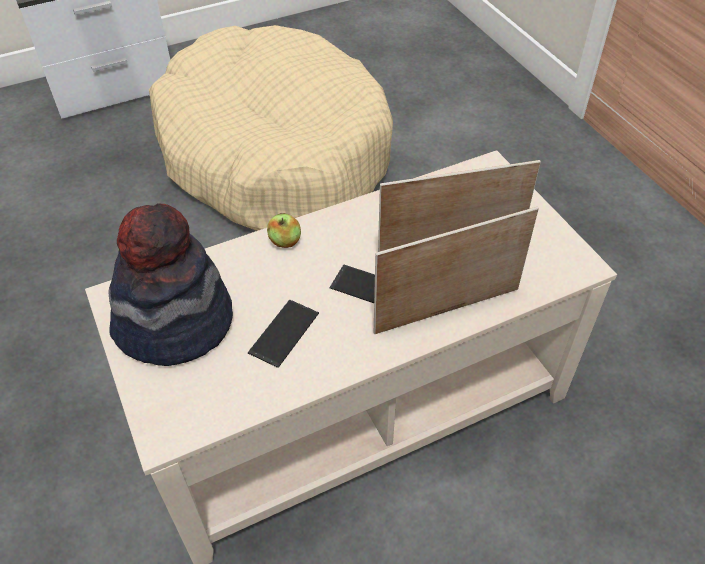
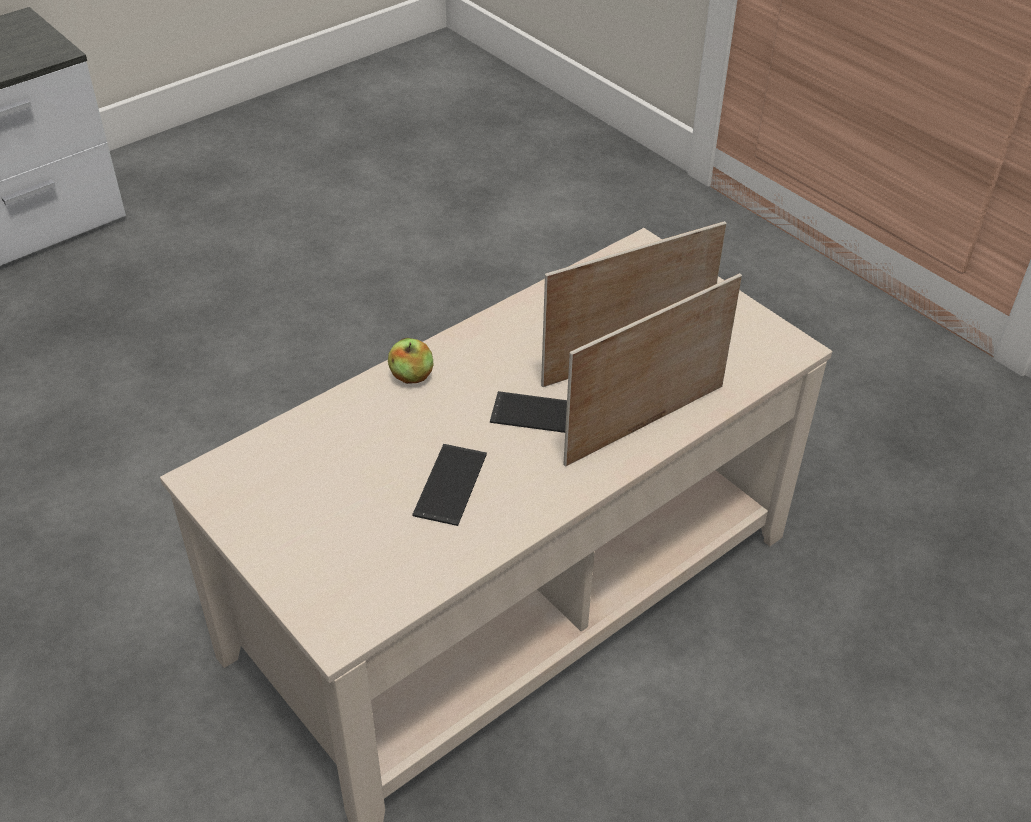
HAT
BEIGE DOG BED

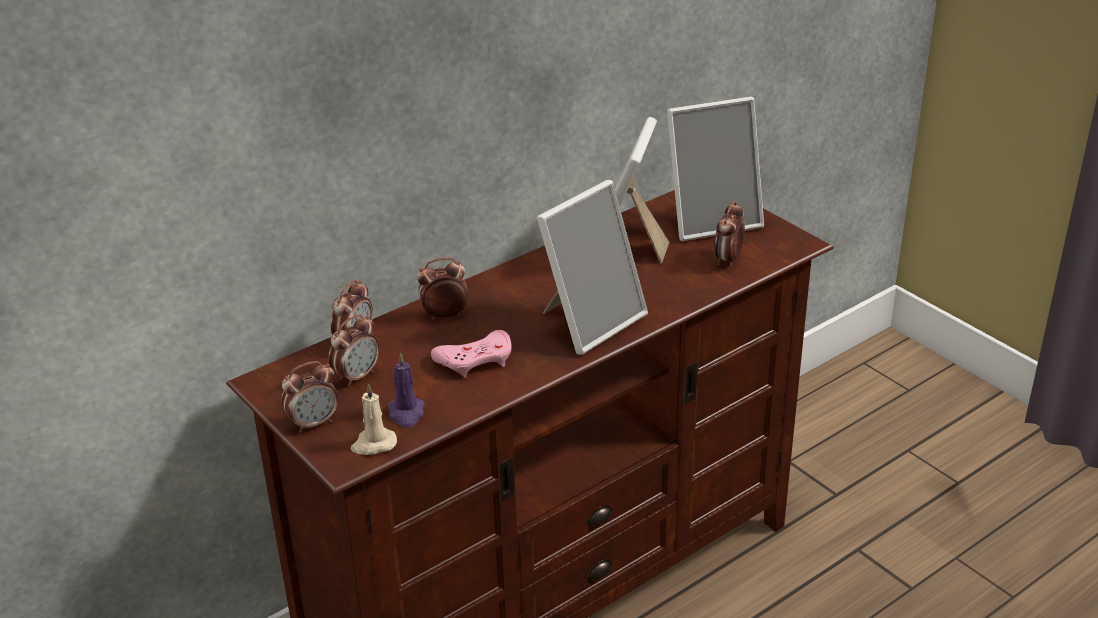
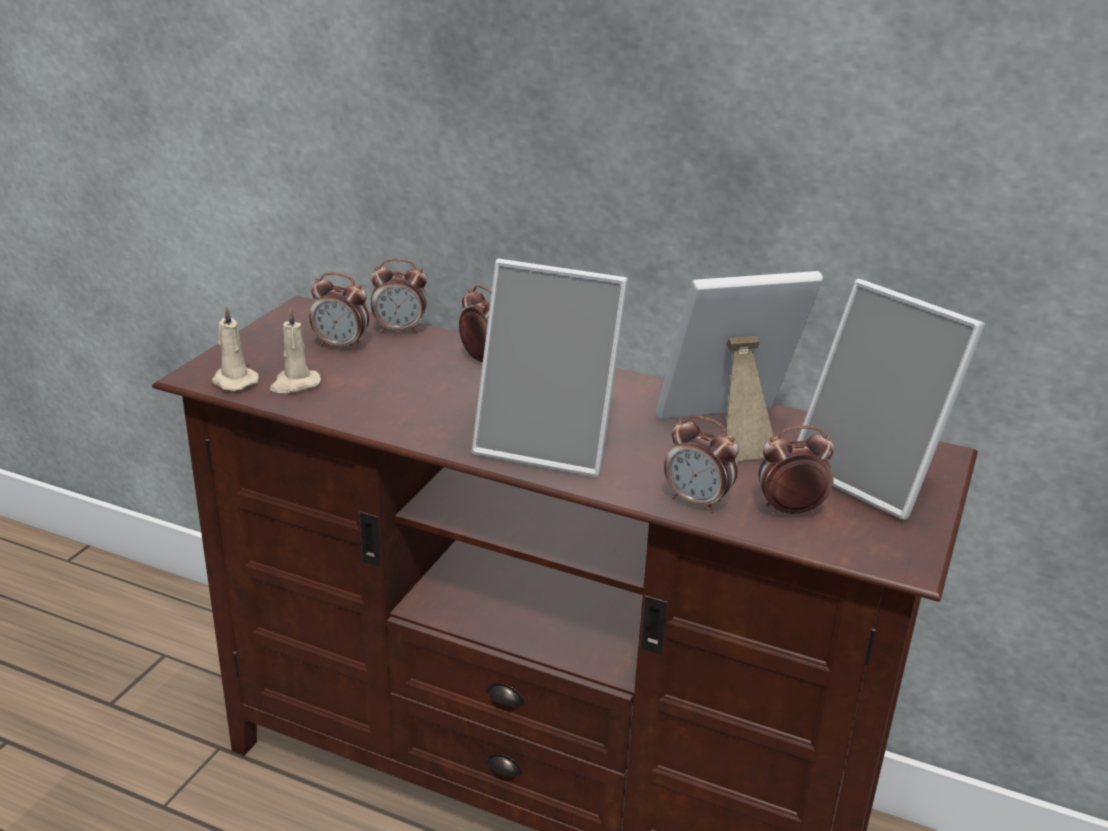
PINK GAME CONTROLLER
ALARM CLOCK (no. 4 from left)
BEIGE CANDLE (no. 2 from left)

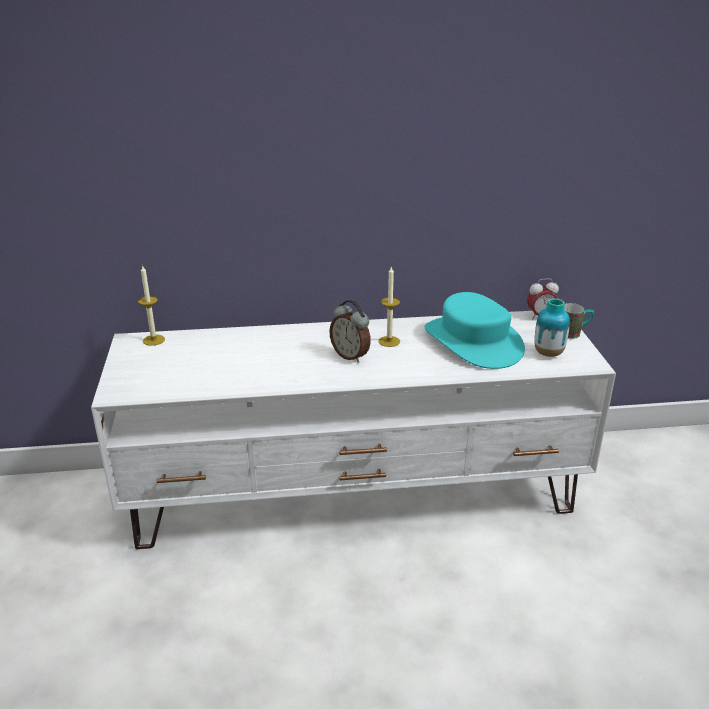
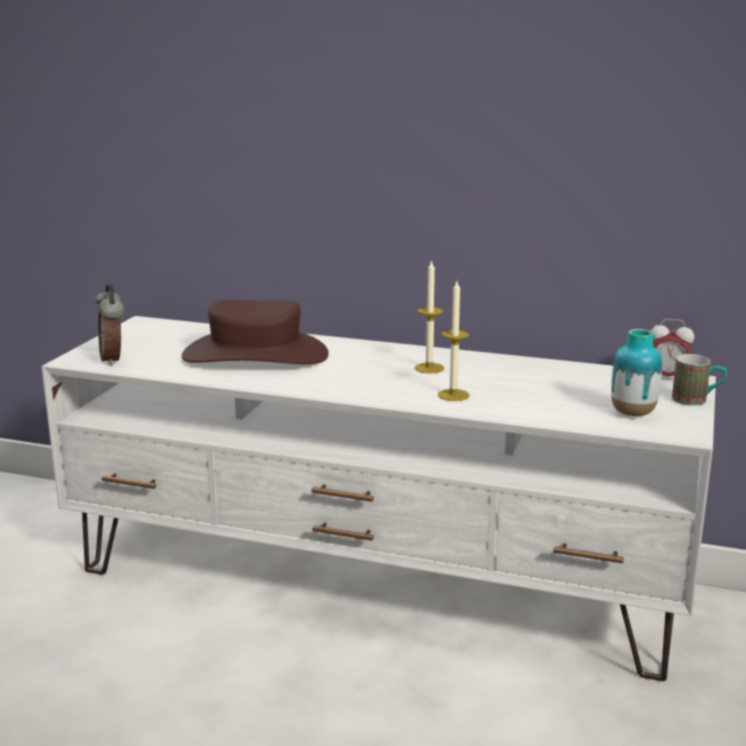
TURQUOISE HAT
BROWN HAT
CANDLE (no. 2 from left)
ALARM CLOCK (no. 1 from left)

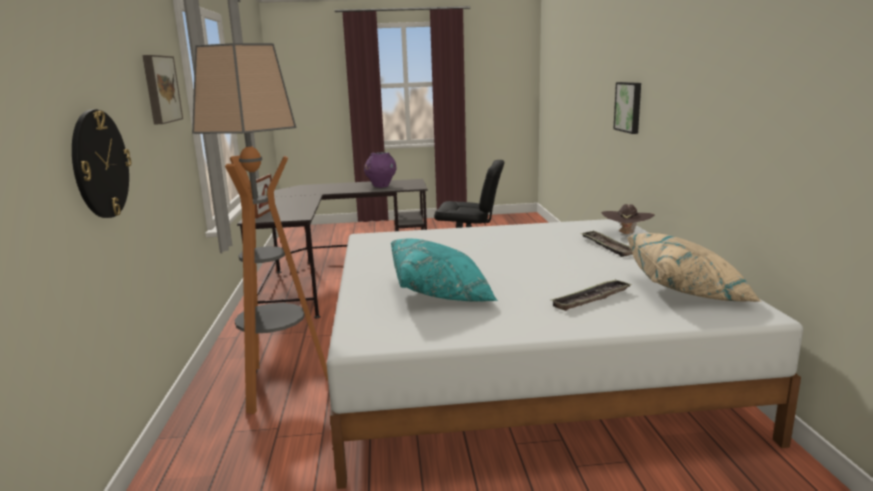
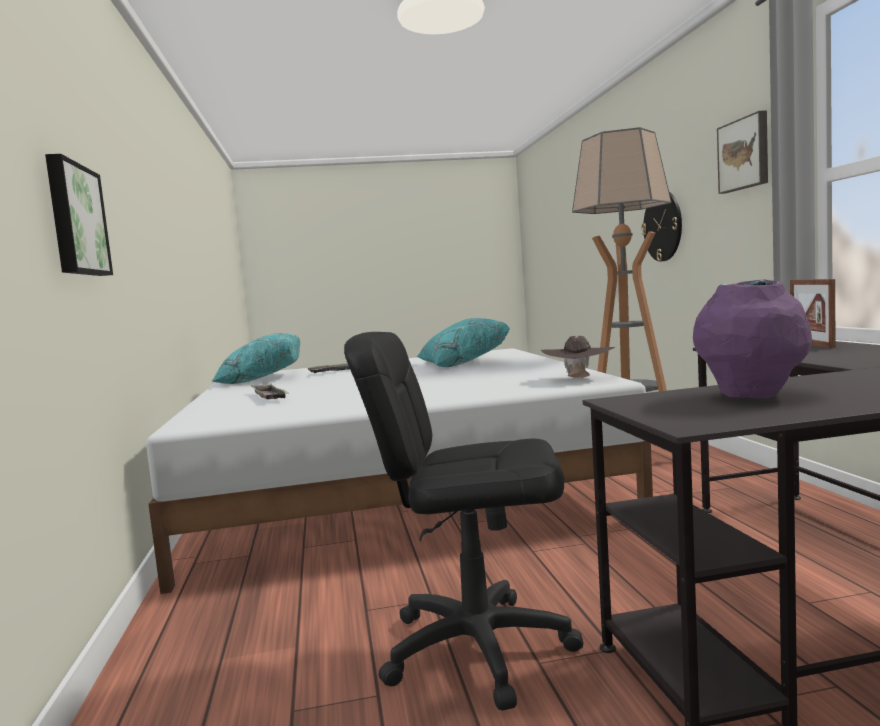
BROWN HAT
TURQUOISE PILLOW (no. 1 from left)

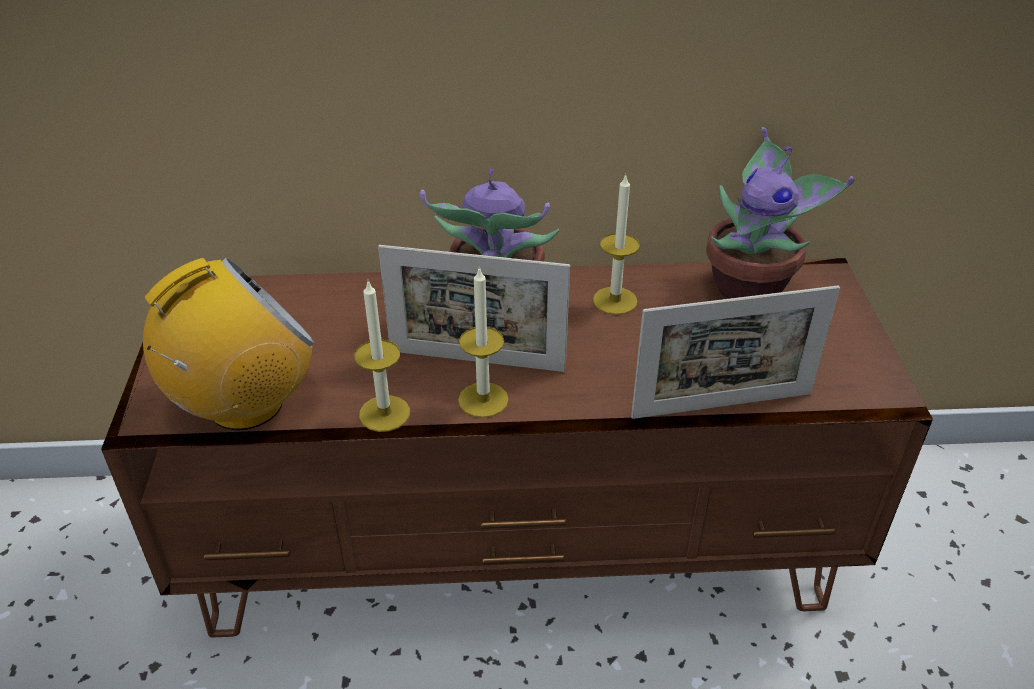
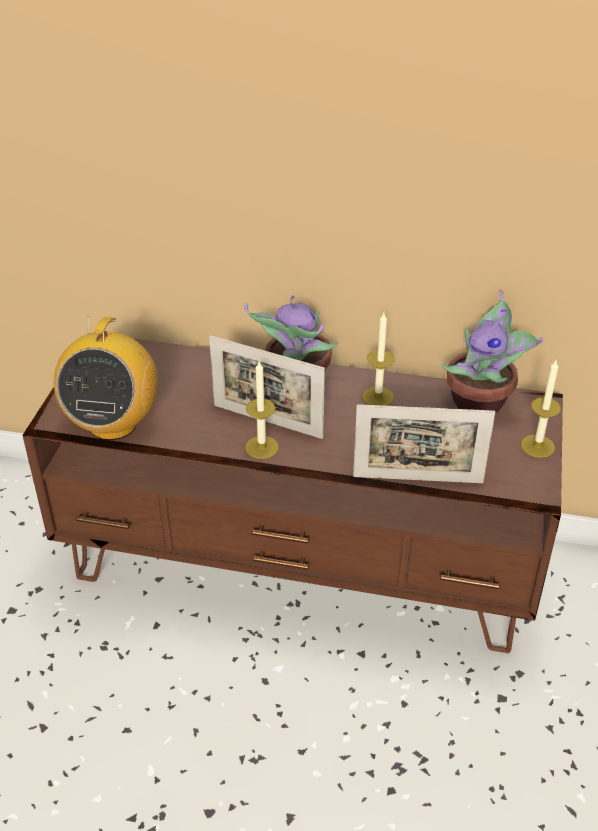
CANDLE (no. 3 from left)
RADIO

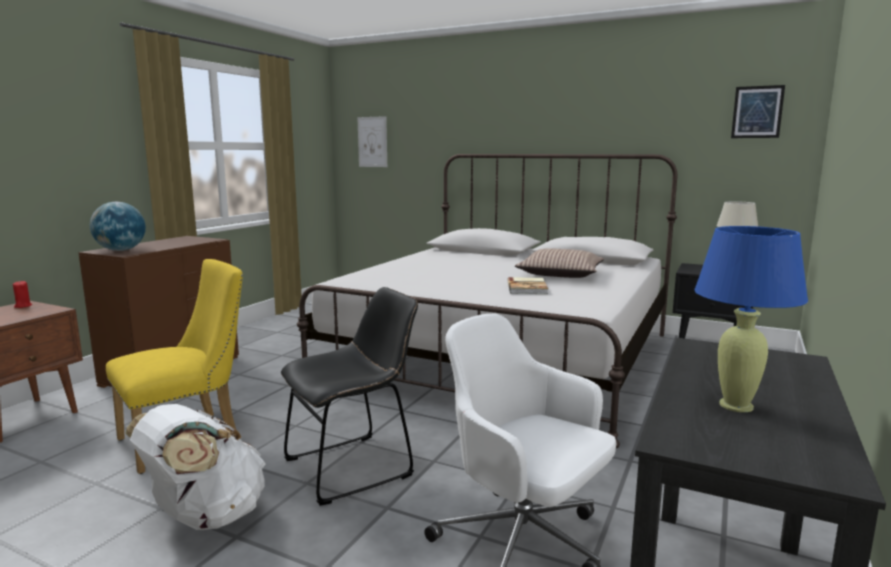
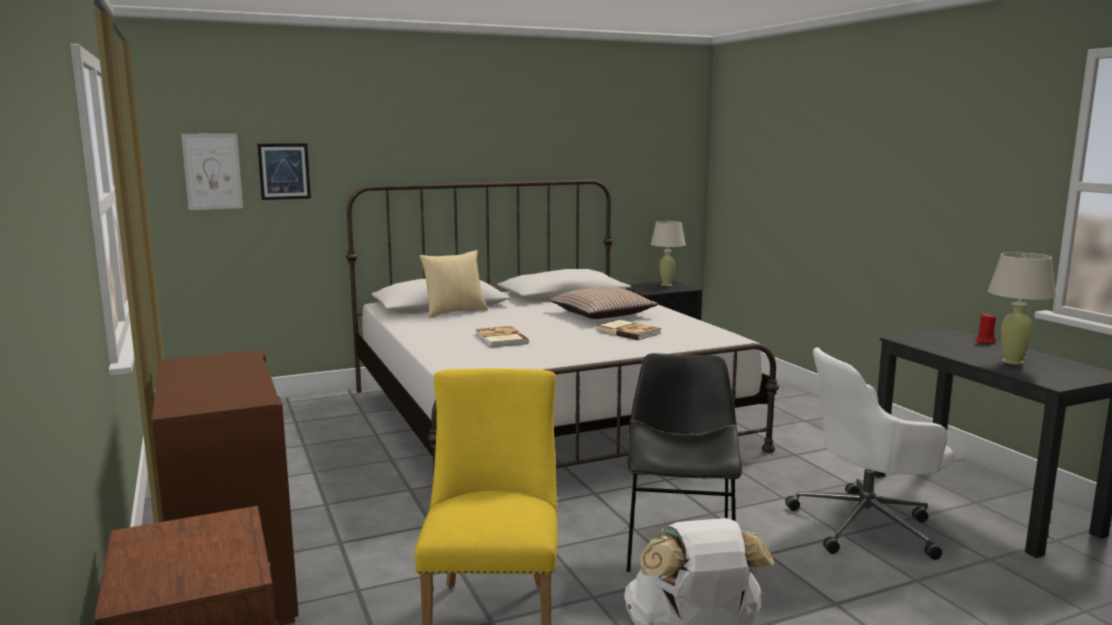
GLOBE
PILLOW (no. 1 from left)
BOOK (no. 1 from left)
RED CANDLE
PICTURE (no. 2 from left)
BEIGE TABLE LAMP (no. 2 from left)

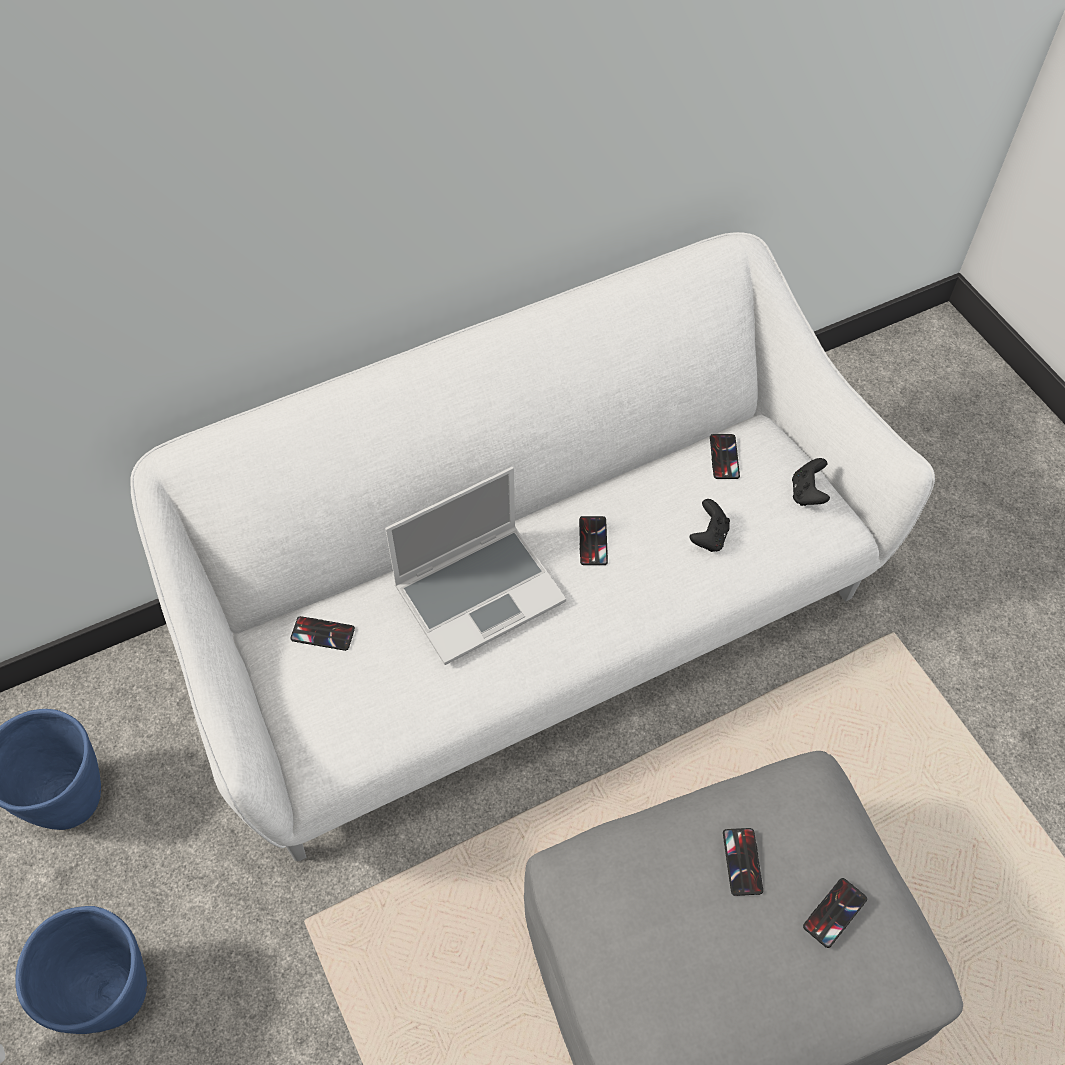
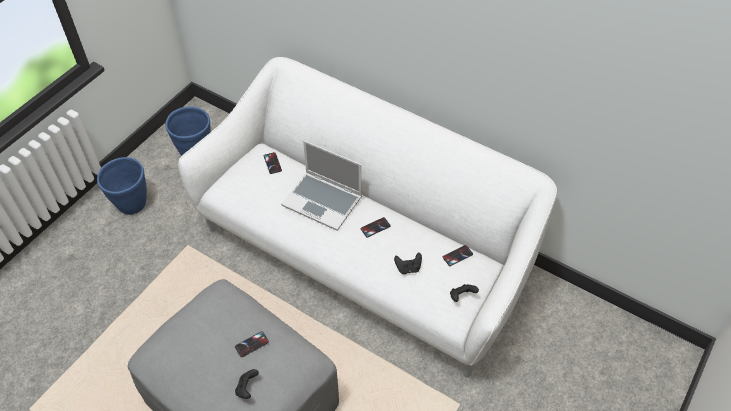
BLACK GAME CONTROLLER (no. 1 from left)

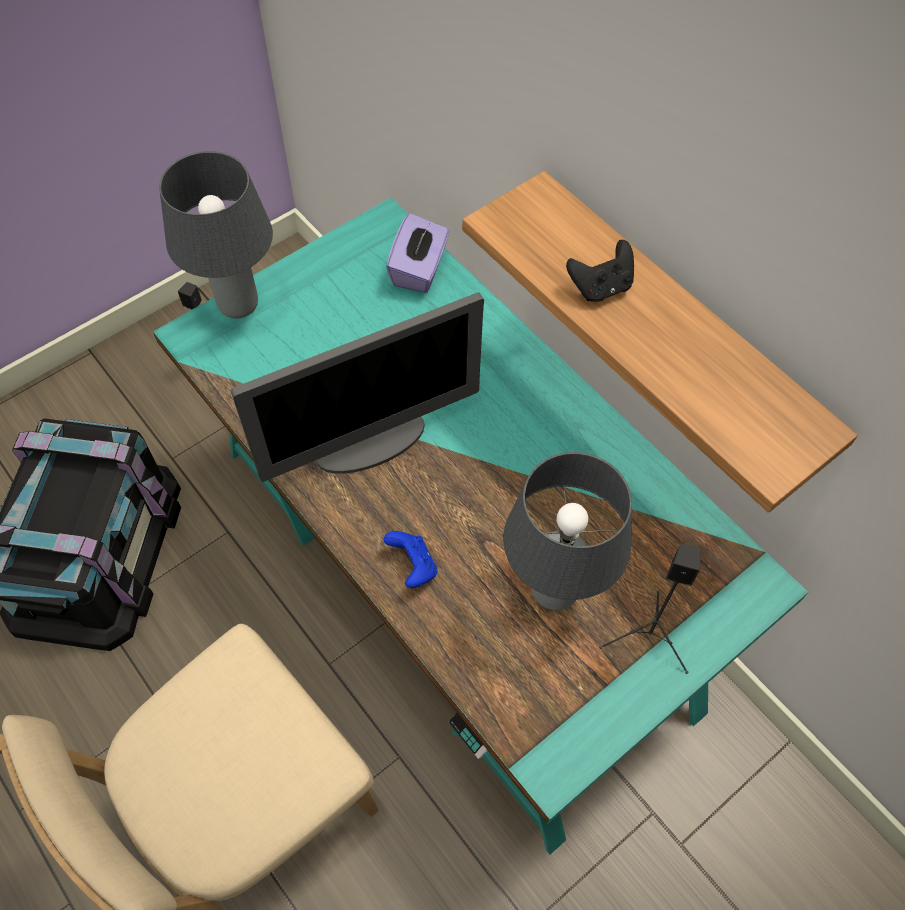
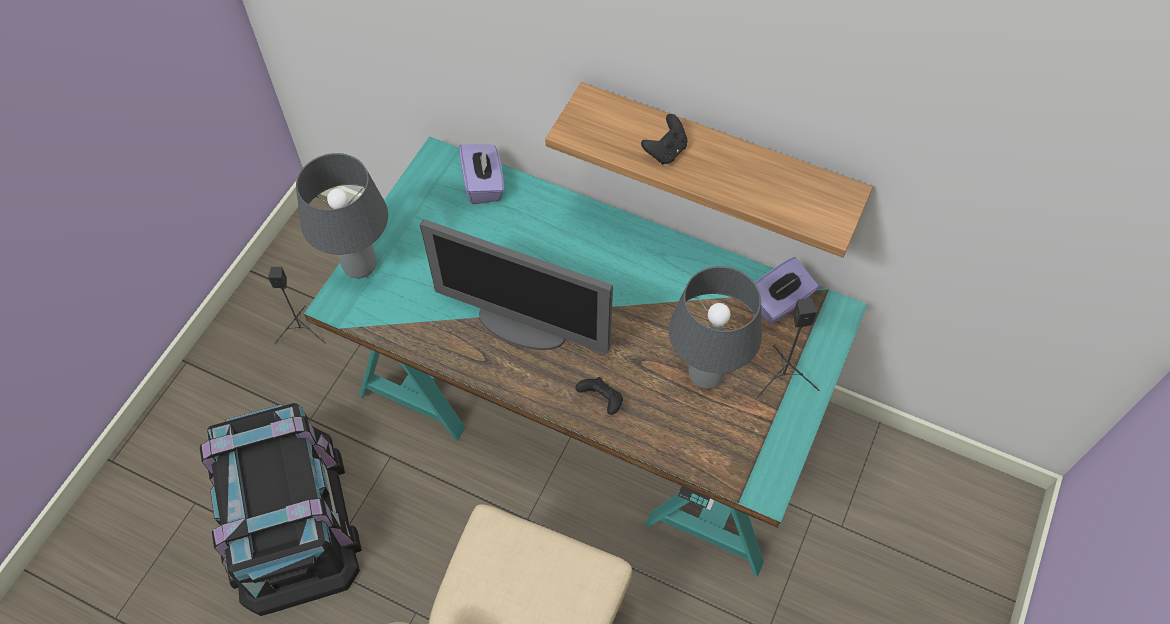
PURPLE TISSUE BOX (no. 2 from left)
BLACK GAME CONTROLLER (no. 1 from left)
MONITOR

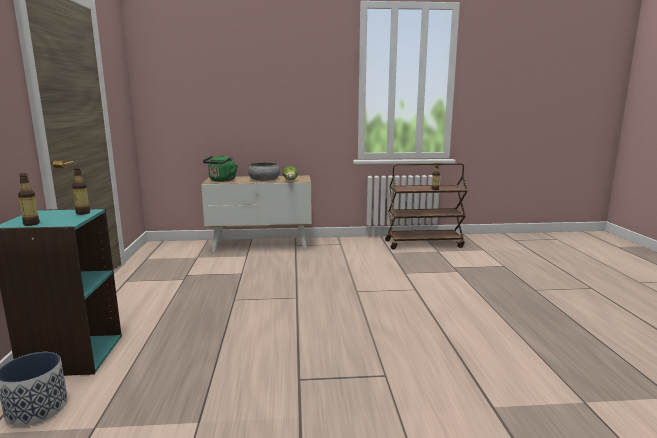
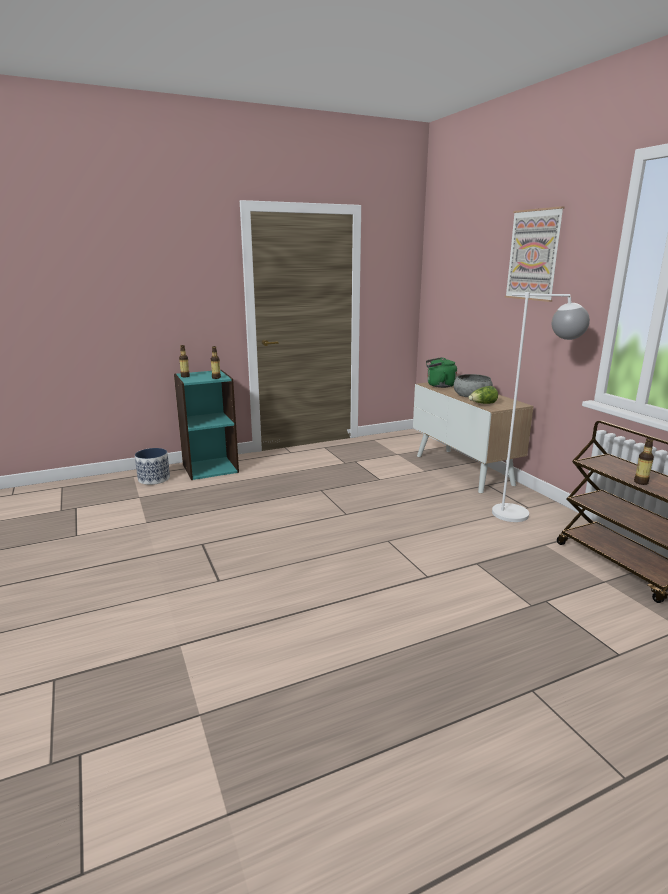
WHITE FLOOR LAMP
PICTURE

